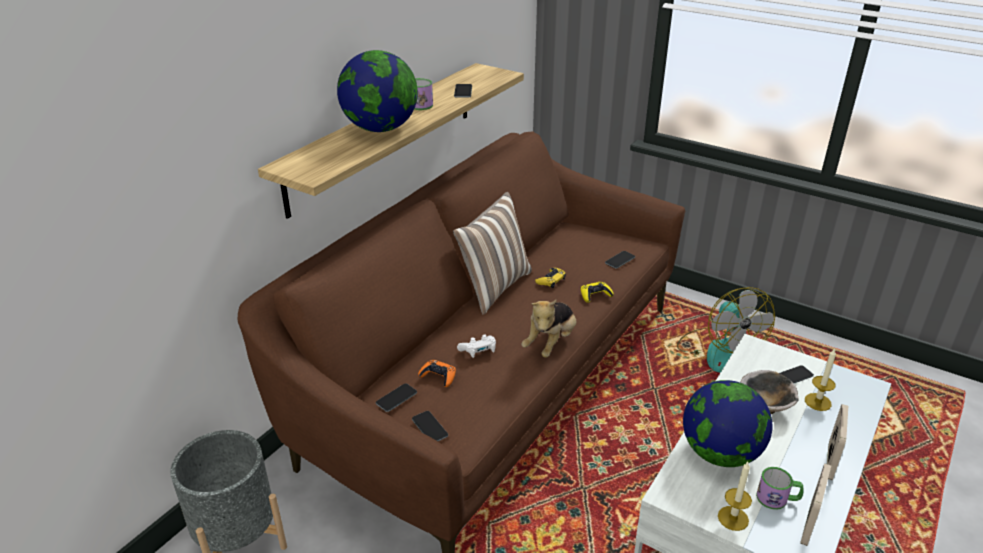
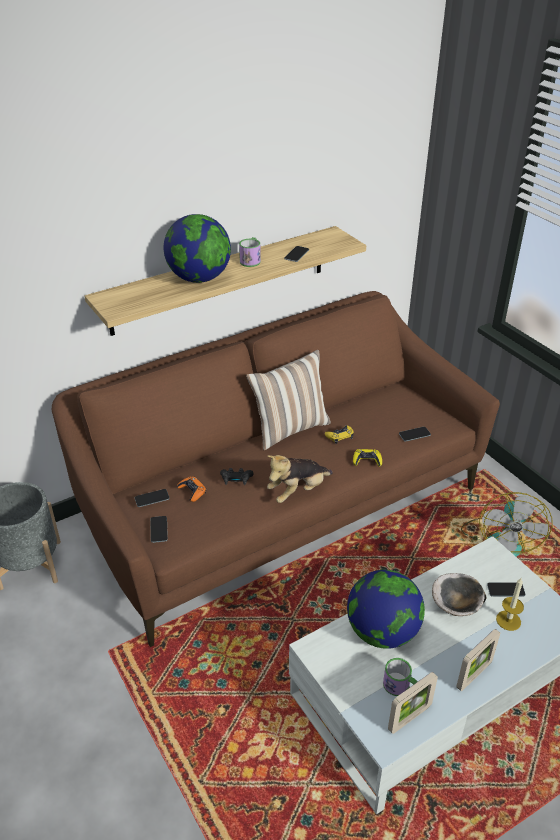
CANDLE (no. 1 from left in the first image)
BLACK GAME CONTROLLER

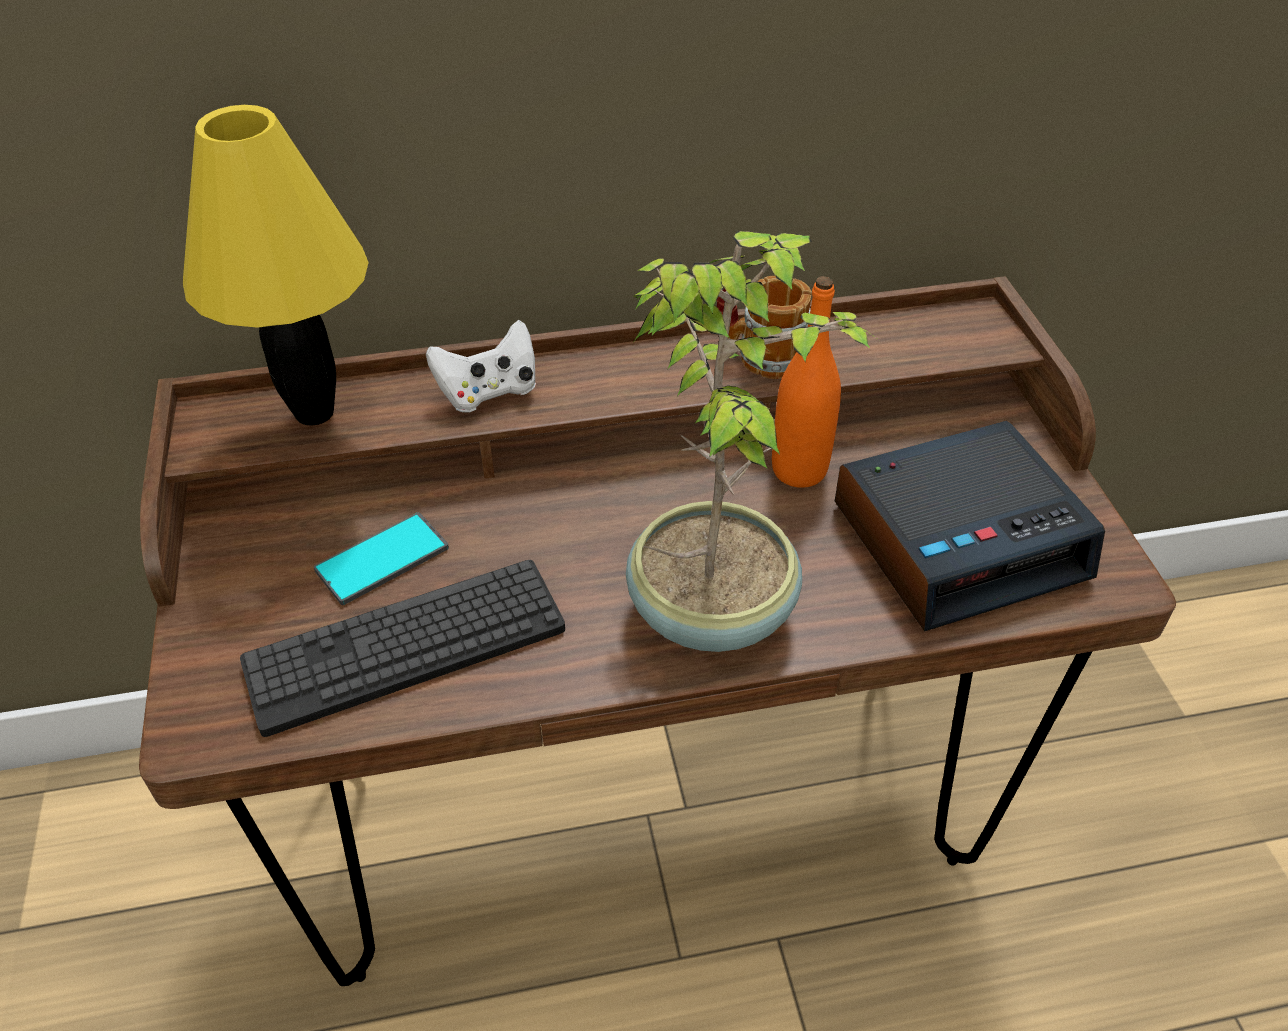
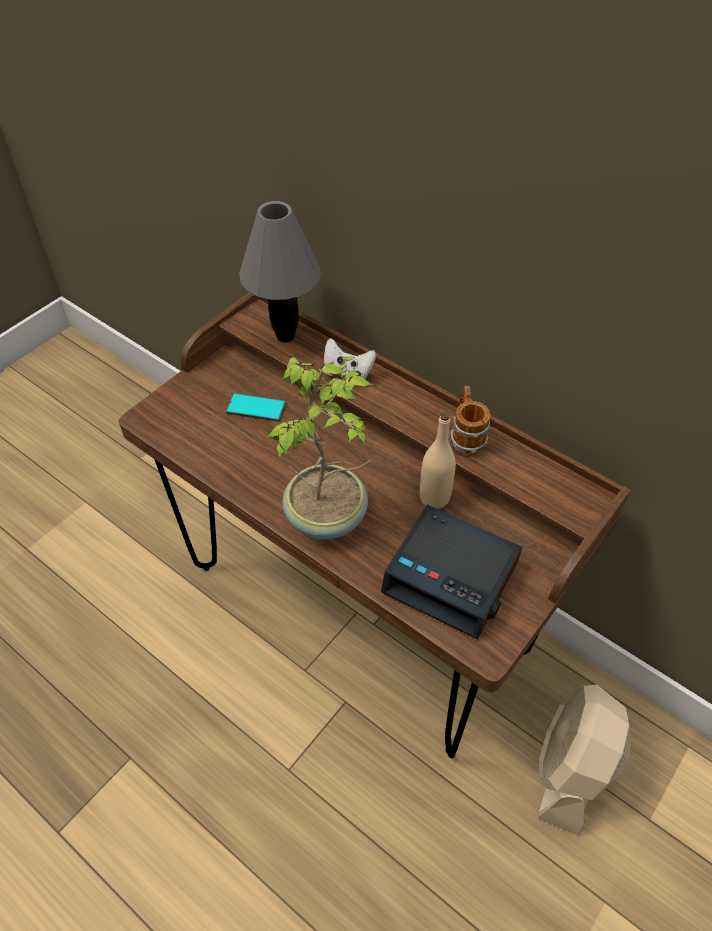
KEYBOARD
BEIGE FAN
GREY TABLE LAMP
BEIGE BOTTLE

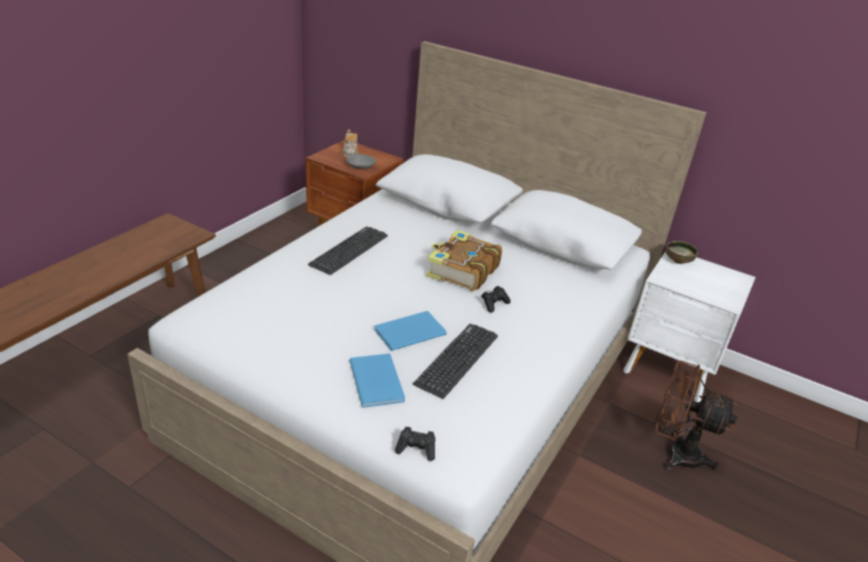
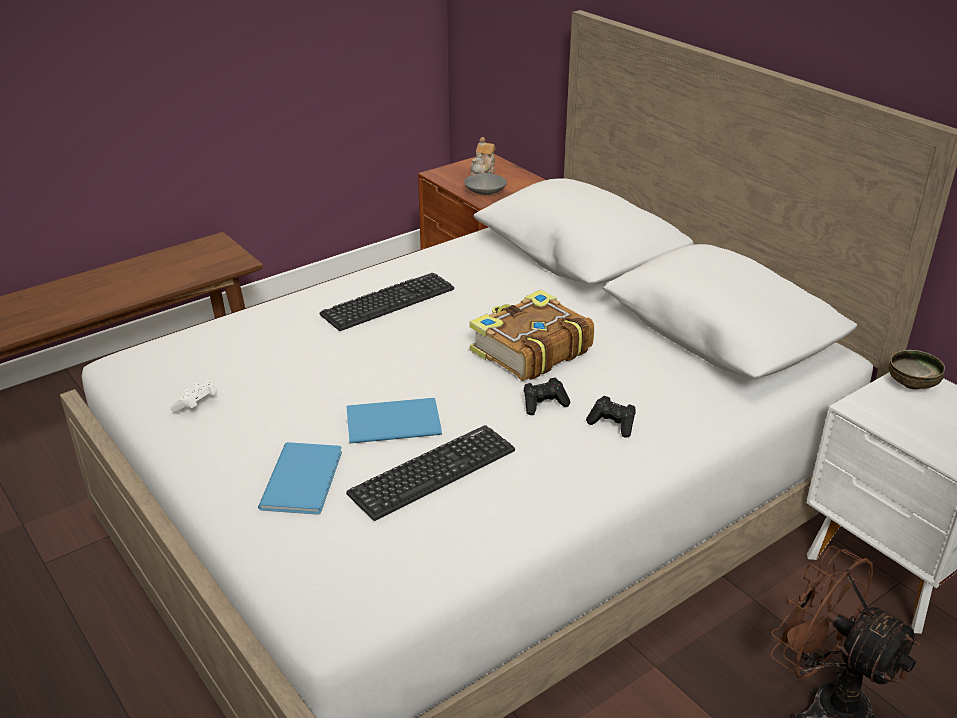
WHITE GAME CONTROLLER
BLACK GAME CONTROLLER (no. 2 from left)

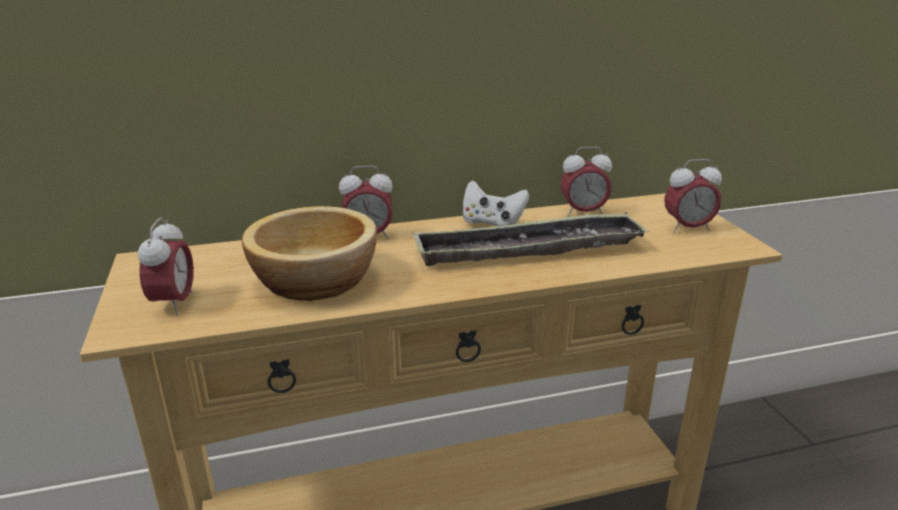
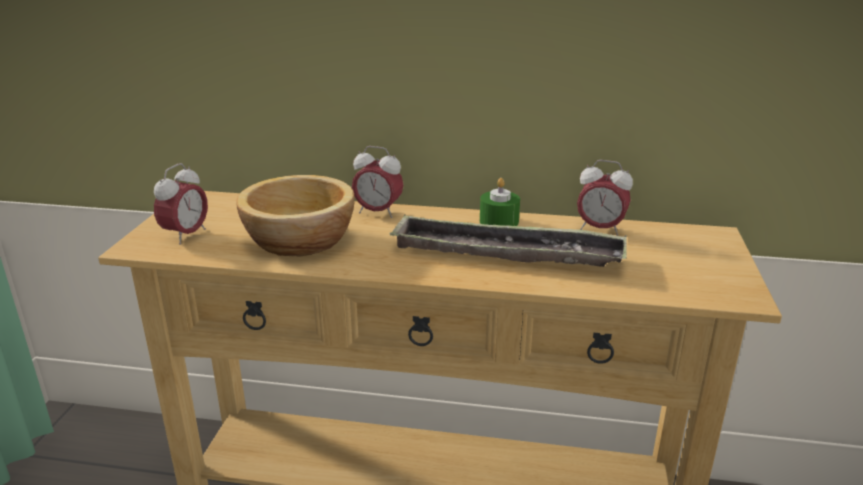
ALARM CLOCK (no. 4 from left in the first image)
GREEN CANDLE

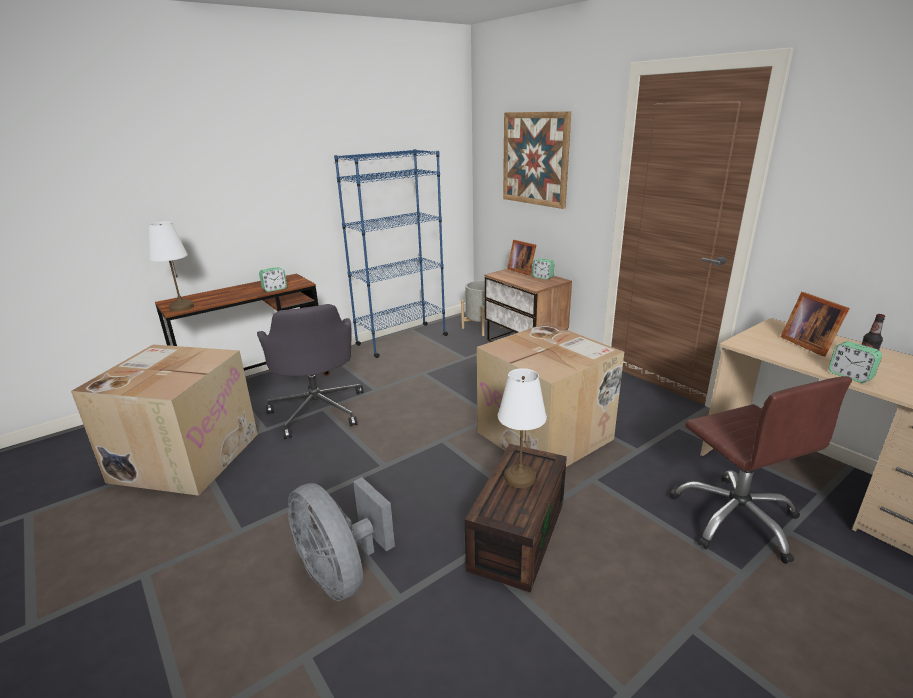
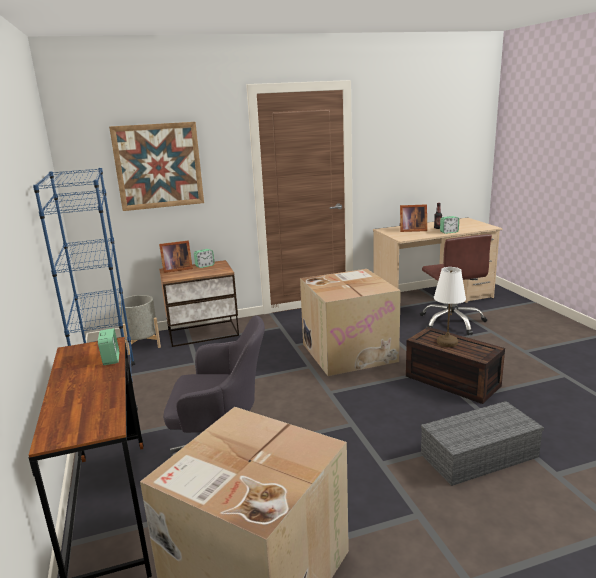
WHITE TABLE LAMP (no. 1 from left in the first image)
GREY STORAGE BOX
BROWN OFFICE CHAIR

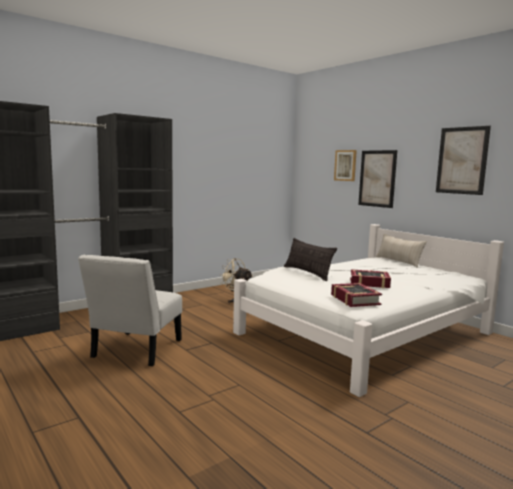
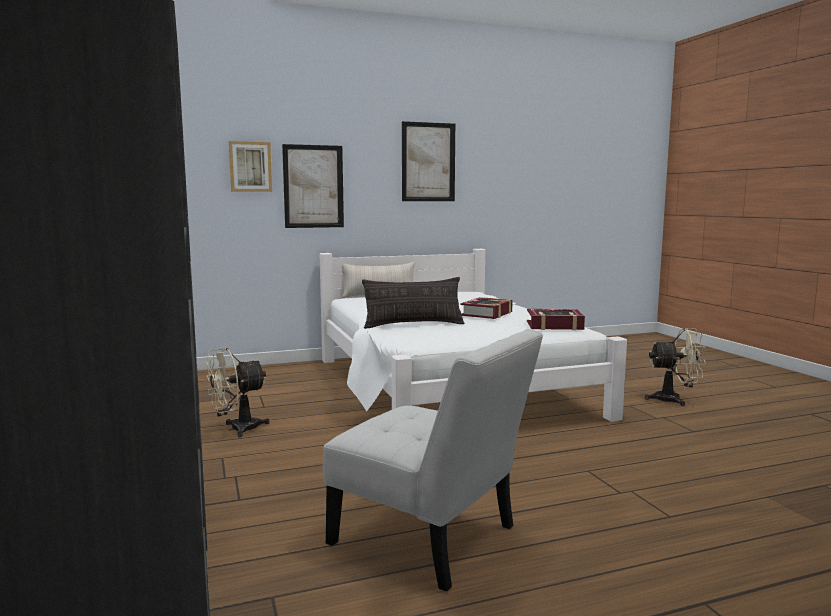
BEIGE FAN (no. 2 from left)

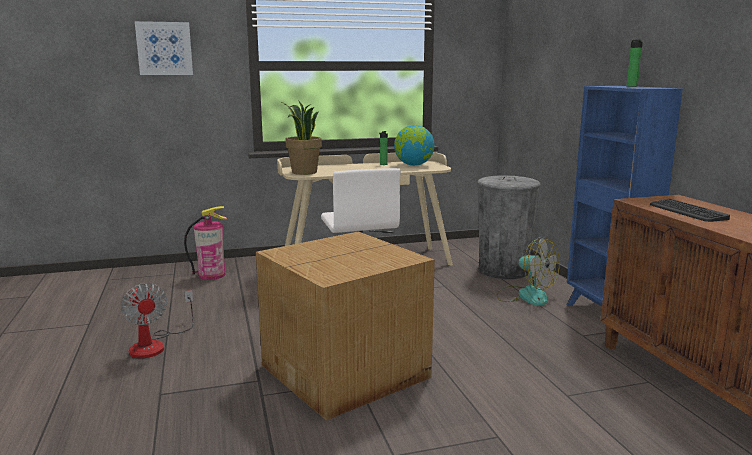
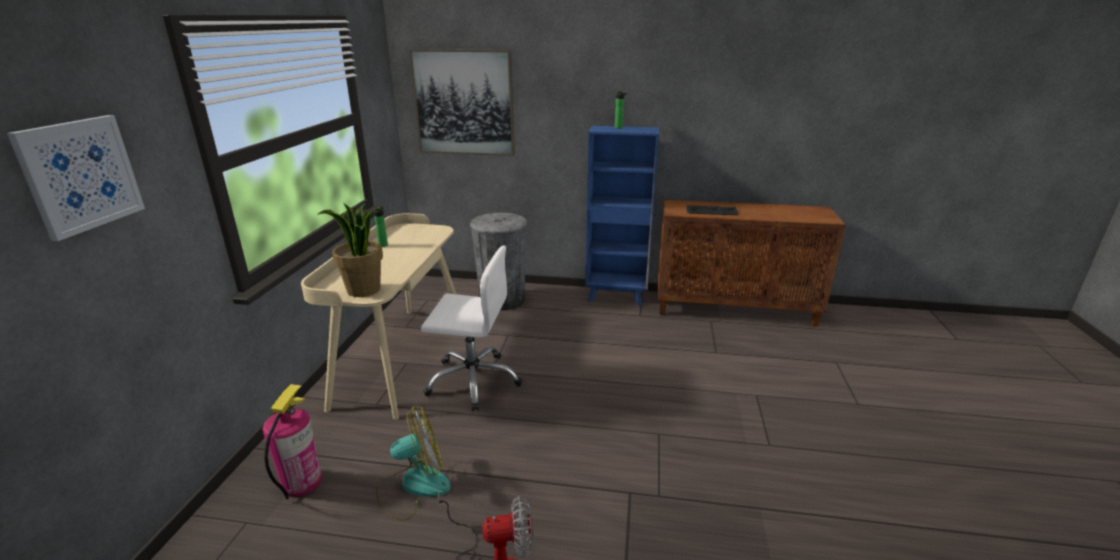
CARDBOARD BOX
GLOBE
PICTURE (no. 2 from left)
FAN (no. 1 from left)

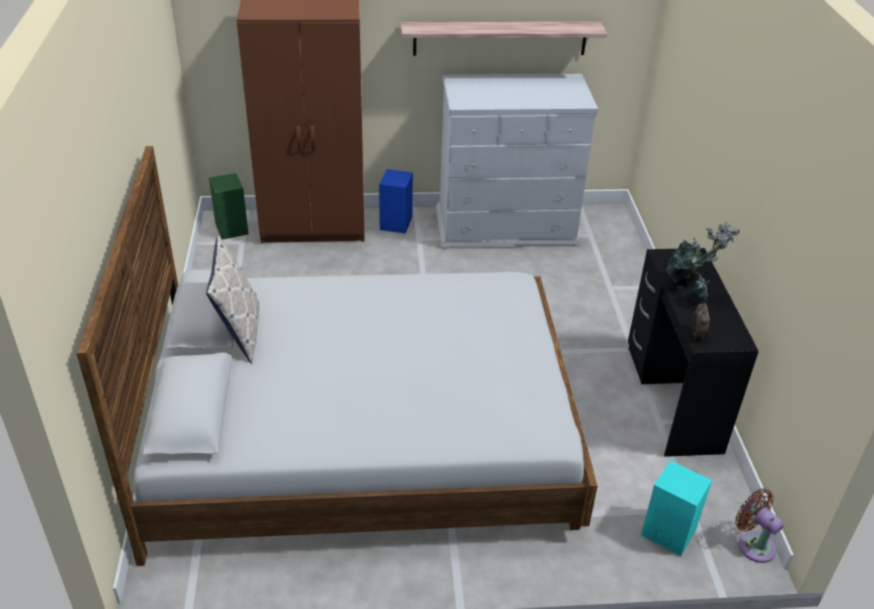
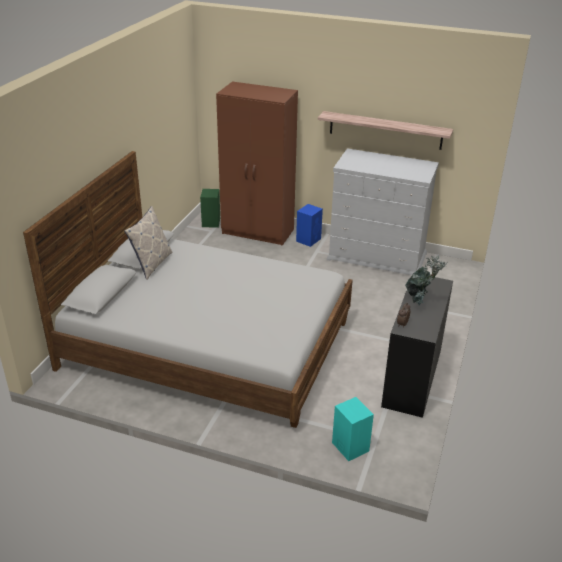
BROWN FAN

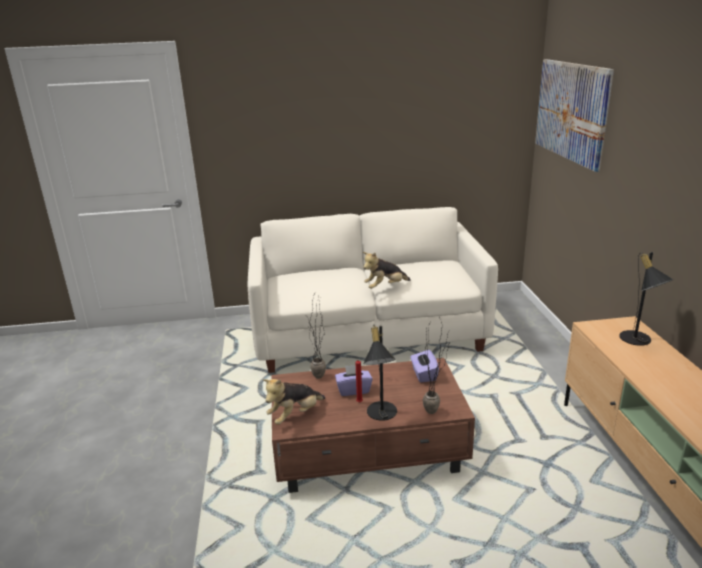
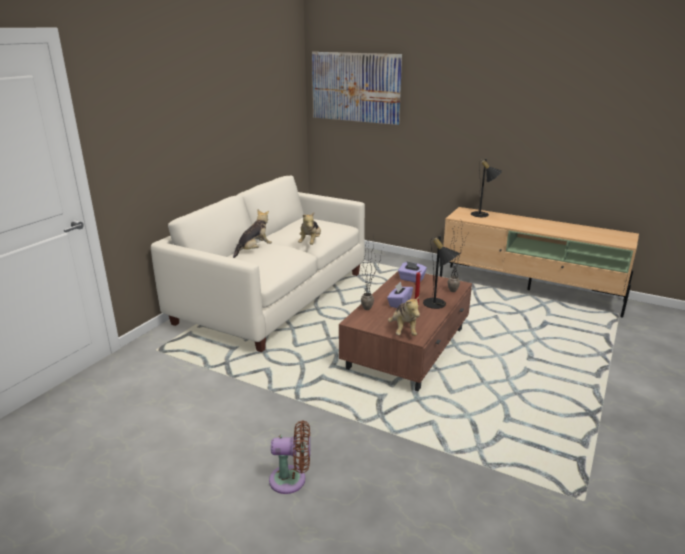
PLUSH TOY (no. 1 from left)
BROWN FAN

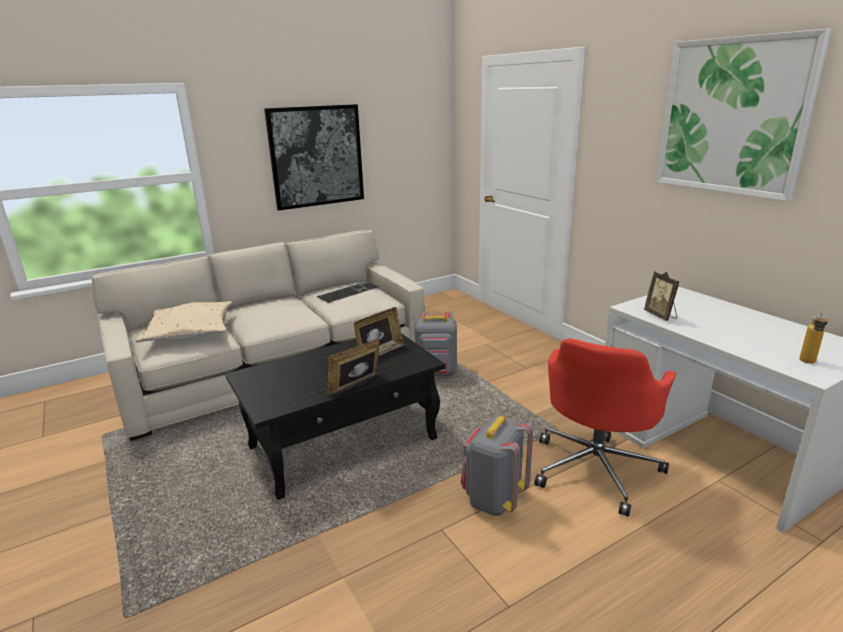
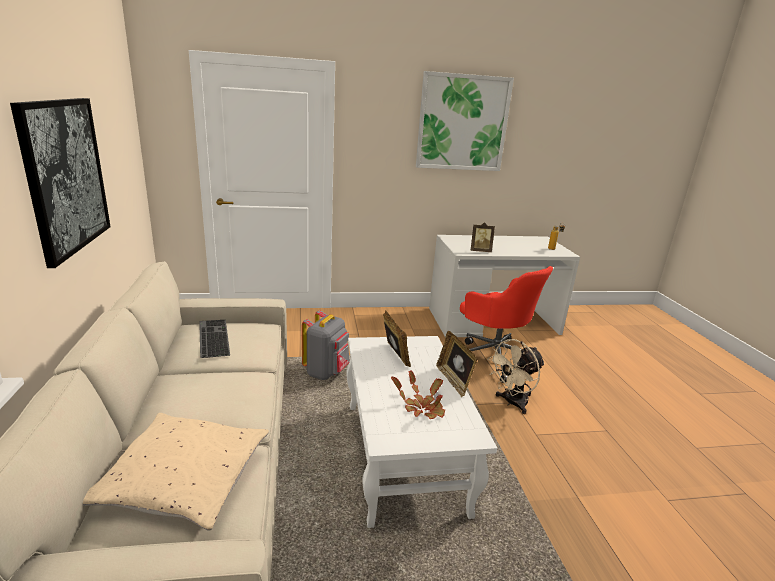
POTTED PLANT
BEIGE FAN
WHITE COFFEE TABLE

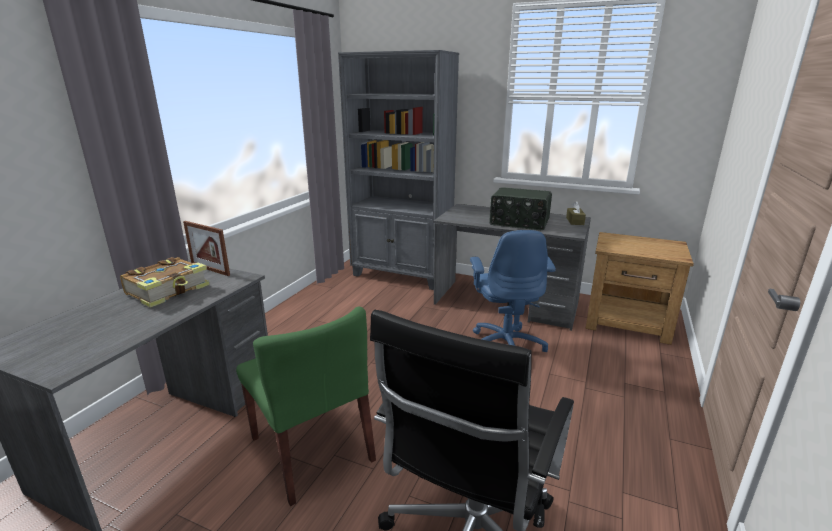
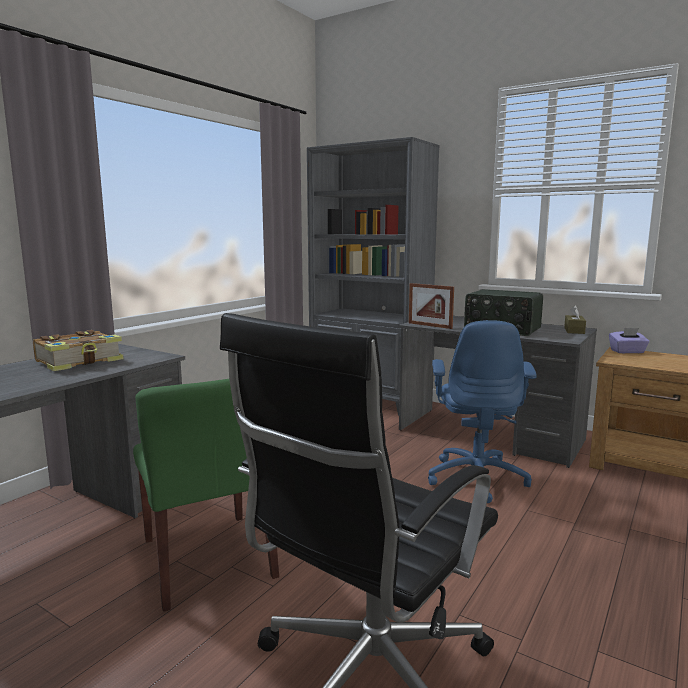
PURPLE TISSUE BOX
PICTURE FRAME

